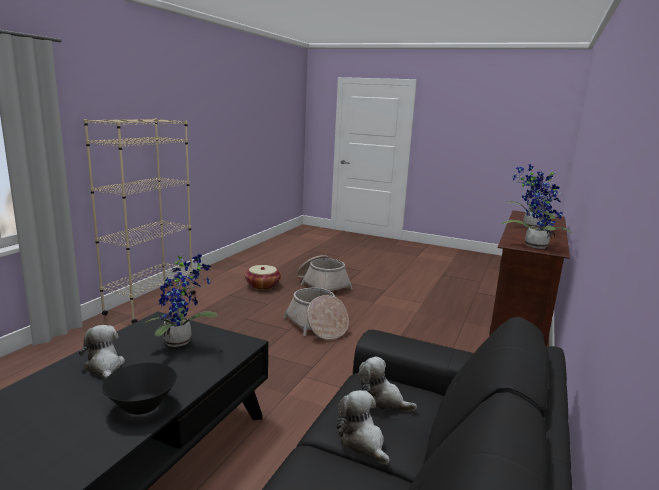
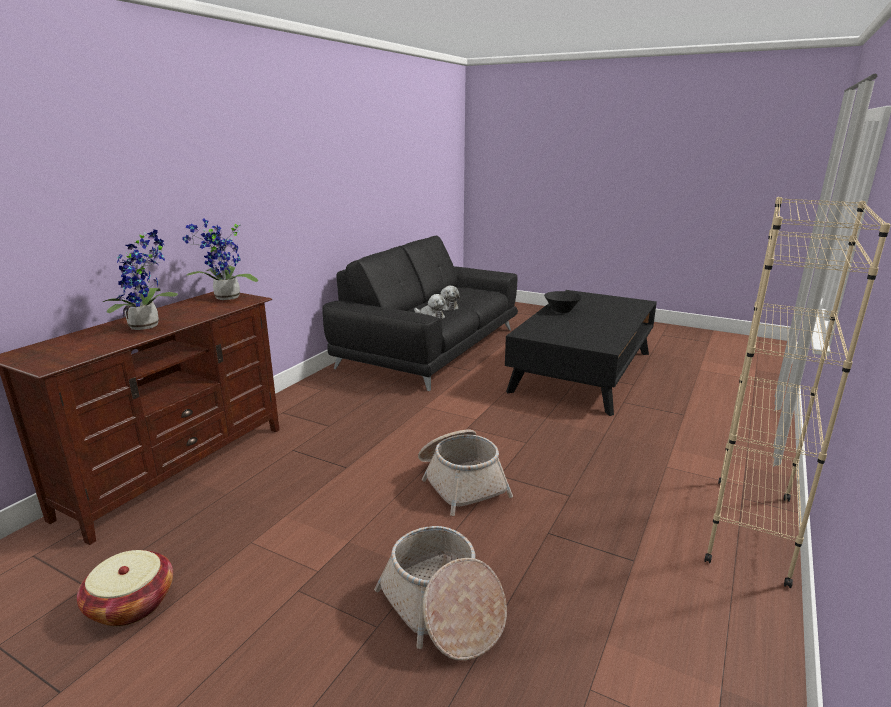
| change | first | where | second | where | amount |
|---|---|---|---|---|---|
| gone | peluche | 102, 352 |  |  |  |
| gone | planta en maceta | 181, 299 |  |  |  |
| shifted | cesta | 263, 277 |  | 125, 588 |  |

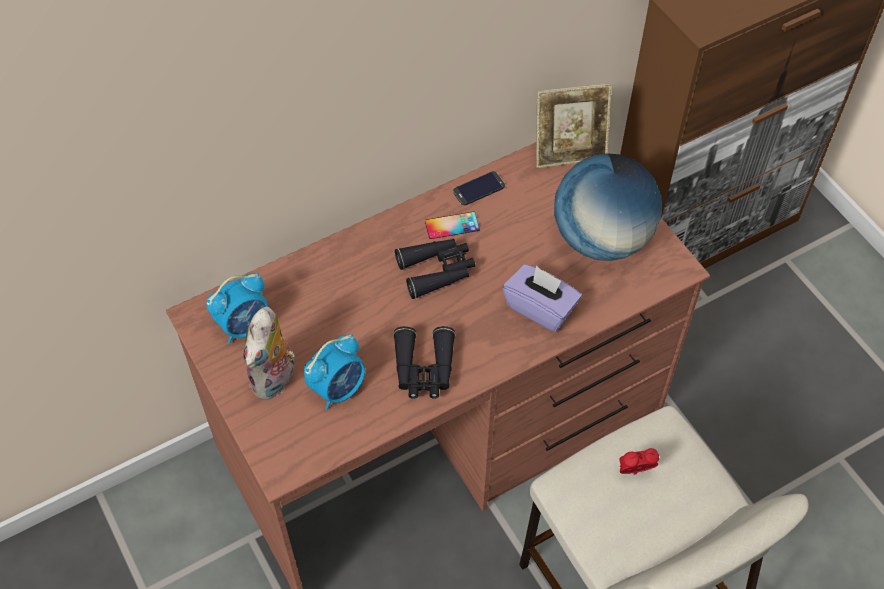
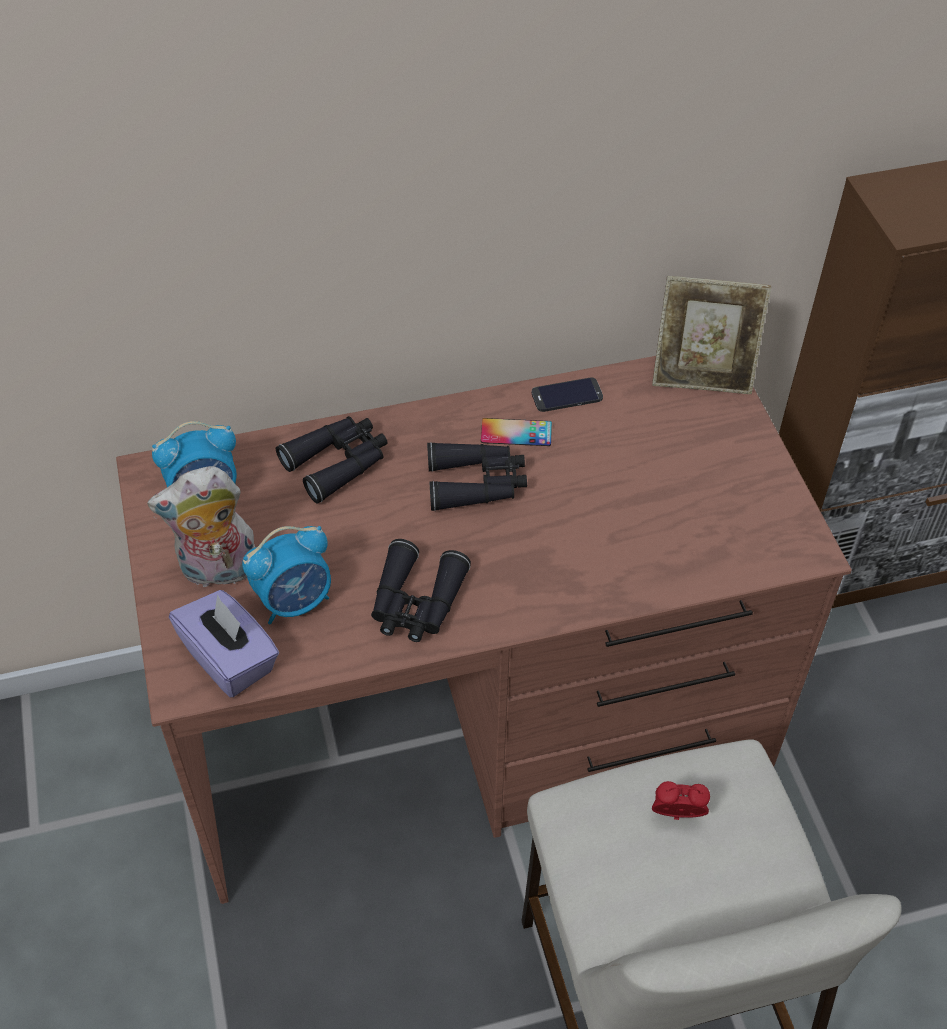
| change | first | where | second | where | amount |
|---|---|---|---|---|---|
| rotated | peluche | 269, 353 |  | 201, 526 | 45 degrees clockwise |
| shifted | caja de pañuelos/morado | 542, 298 |  | 224, 644 |  |
| gone | globo terráqueo | 608, 207 |  |  |  |
| new |  |  | prismáticos/negro | 332, 460 |  |

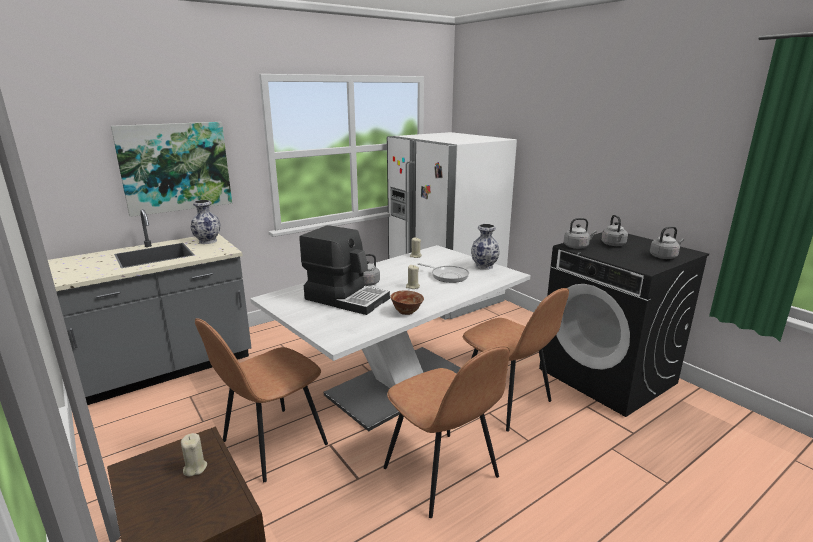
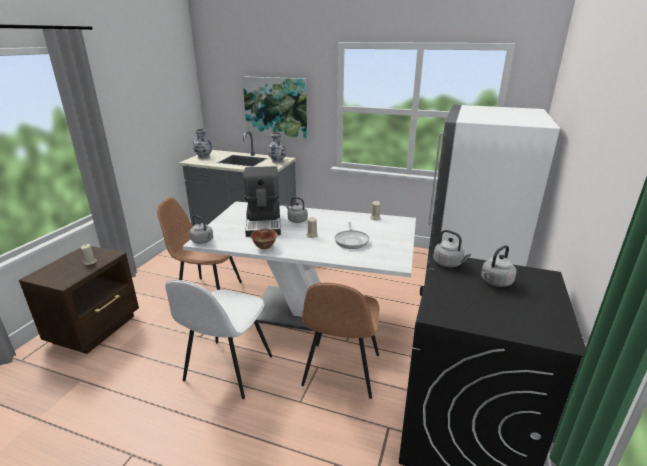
| change | first | where | second | where | amount |
|---|---|---|---|---|---|
| repainted | silla/marrón | 446, 432 | silla/blanco | 218, 339 |  |
| shifted | florero | 485, 247 |  | 202, 144 |  |
| shifted | hervidor/gris | 667, 242 |  | 201, 229 |  |

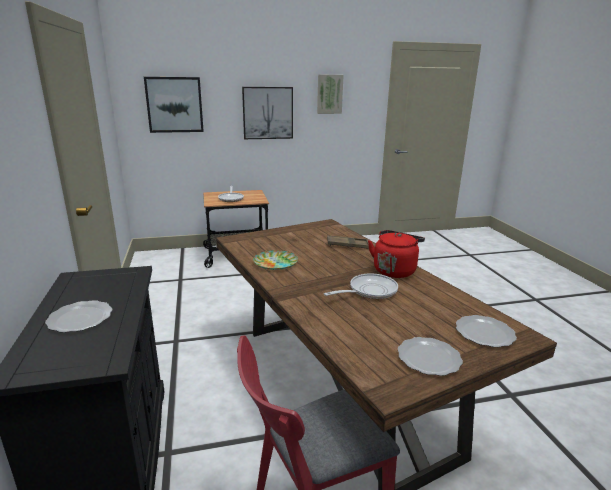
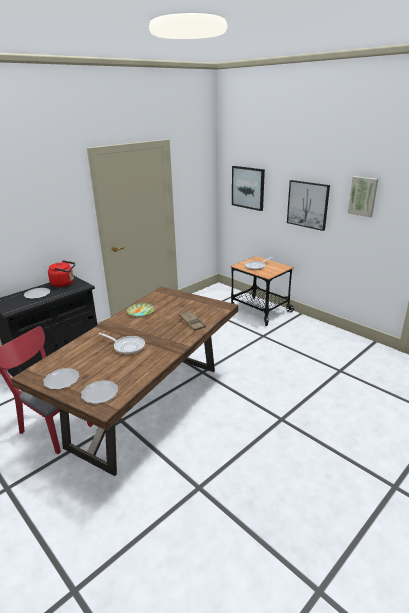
| change | first | where | second | where | amount |
|---|---|---|---|---|---|
| shifted | hervidor/rojo | 396, 254 |  | 61, 273 |  |

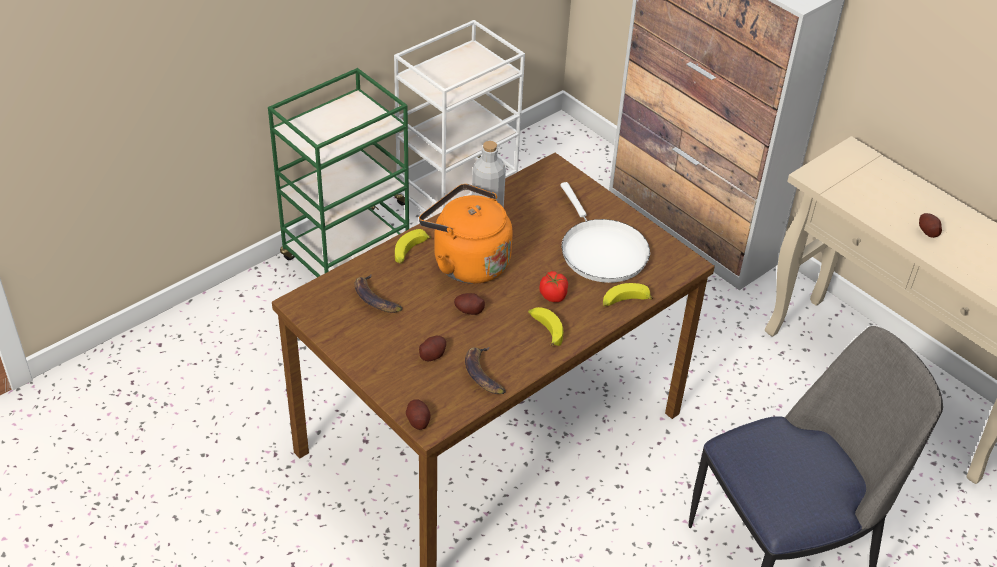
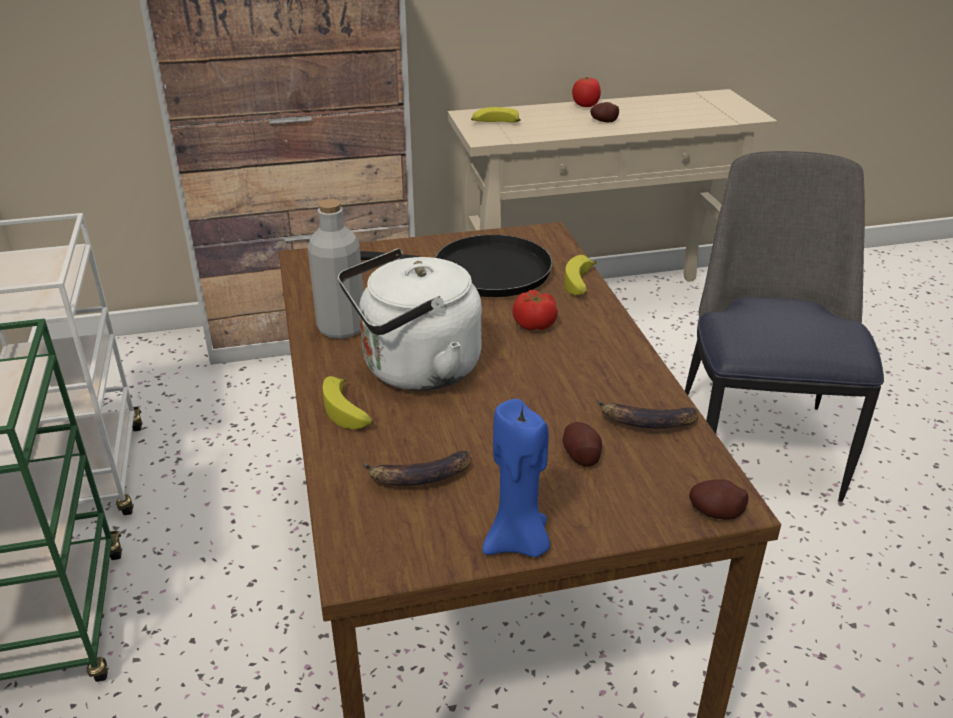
| change | first | where | second | where | amount |
|---|---|---|---|---|---|
| repainted | hervidor/naranja | 466, 234 | hervidor/blanco | 410, 319 |  |
| gone | patata | 469, 304 |  |  |  |
| shifted | plátano | 545, 326 |  | 496, 115 |  |
| repainted | sartén/blanco | 605, 232 | sartén/negro | 456, 266 |  |
| new |  |  | vela/azul | 516, 478 |  |
| new |  |  | tomate | 586, 91 |  |

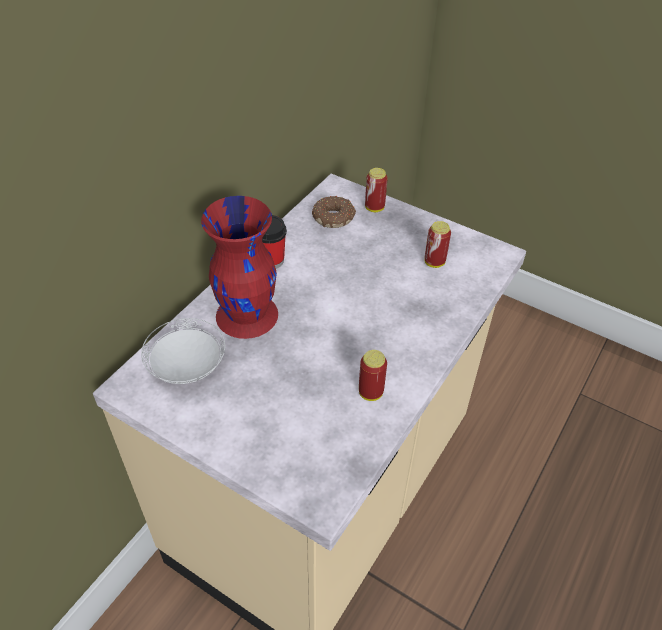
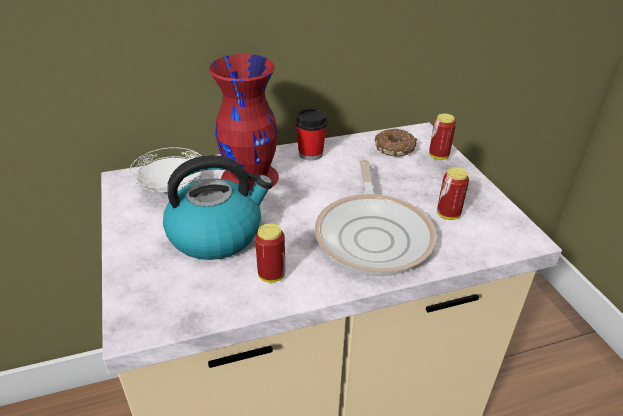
| change | first | where | second | where | amount |
|---|---|---|---|---|---|
| new |  |  | hervidor | 218, 207 |  |
| new |  |  | sartén | 376, 218 |  |

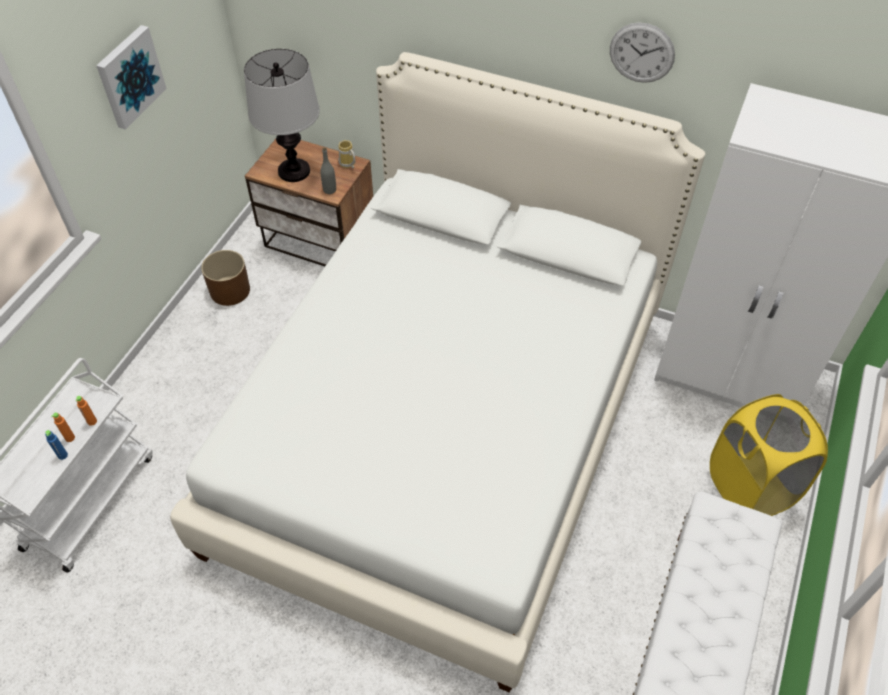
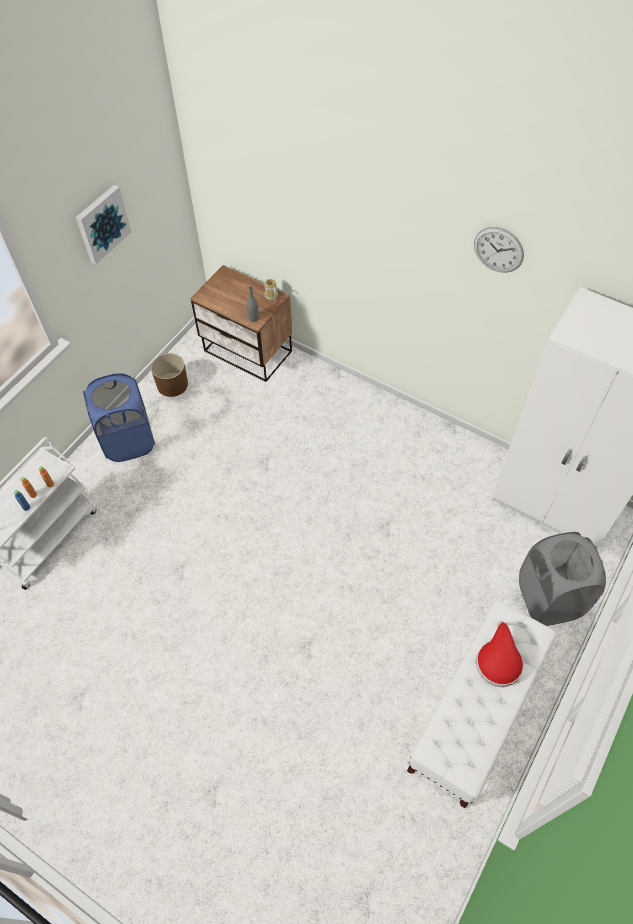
| change | first | where | second | where | amount |
|---|---|---|---|---|---|
| gone | cama/blanco | 437, 372 |  |  |  |
| gone | lámpara de mesa | 282, 115 |  |  |  |
| repainted | cesto de la ropa/amarillo | 769, 455 | cesto de la ropa/gris | 562, 579 |  |
| new |  |  | cesto de la ropa/azul | 119, 417 |  |
| new |  |  | sombrero/rojo | 500, 654 |  |

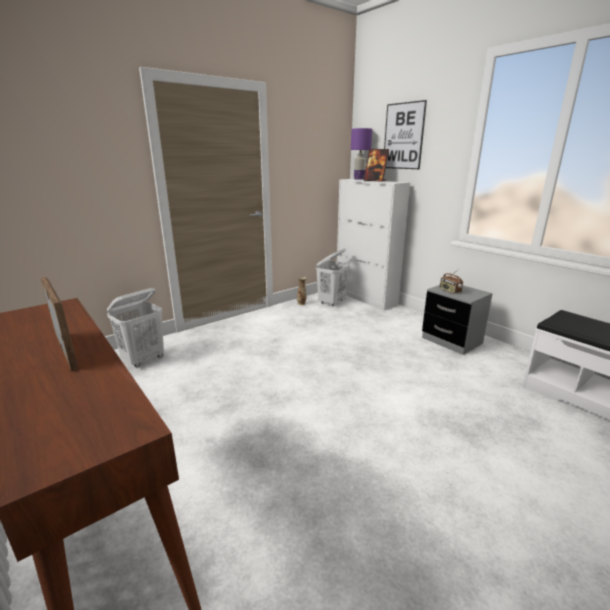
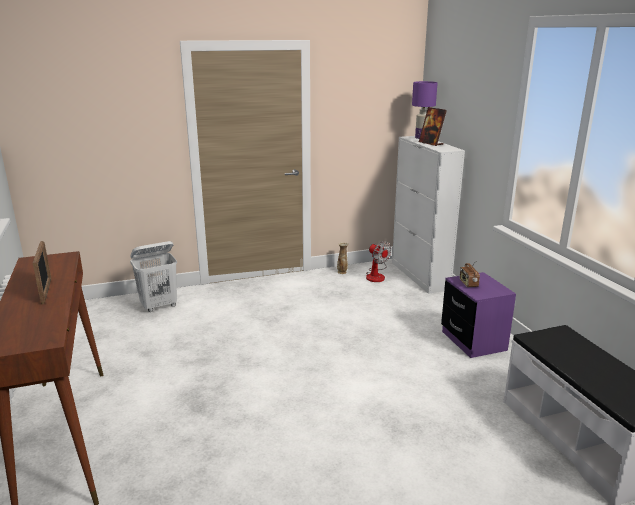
| change | first | where | second | where | amount |
|---|---|---|---|---|---|
| swapped | cesto de la ropa/blanco | 333, 277 | ventilador | 378, 261 |  |
| gone | cuadro | 405, 134 |  |  |  |
| repainted | mesita de noche/gris | 457, 320 | mesita de noche/morado | 478, 315 |  |

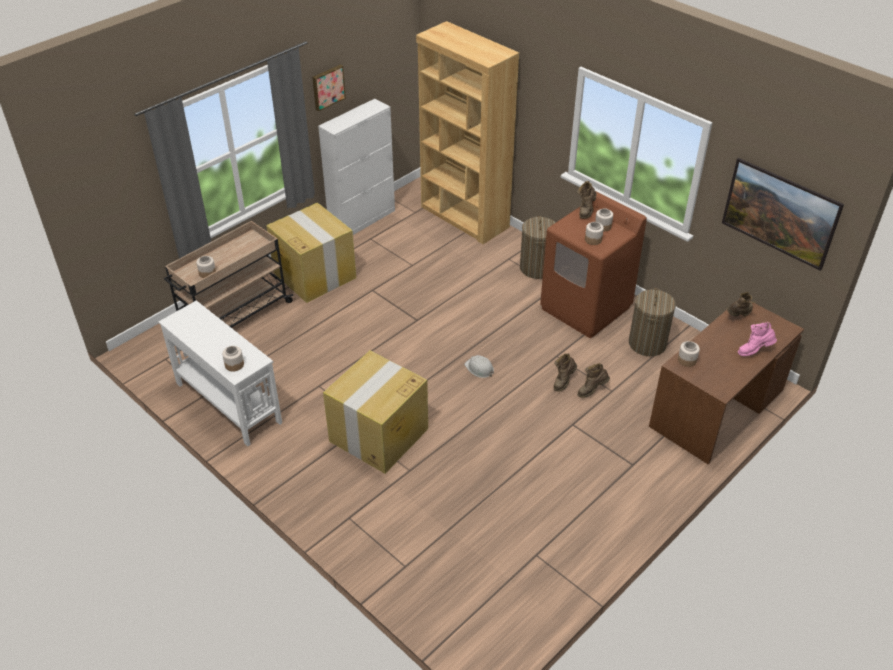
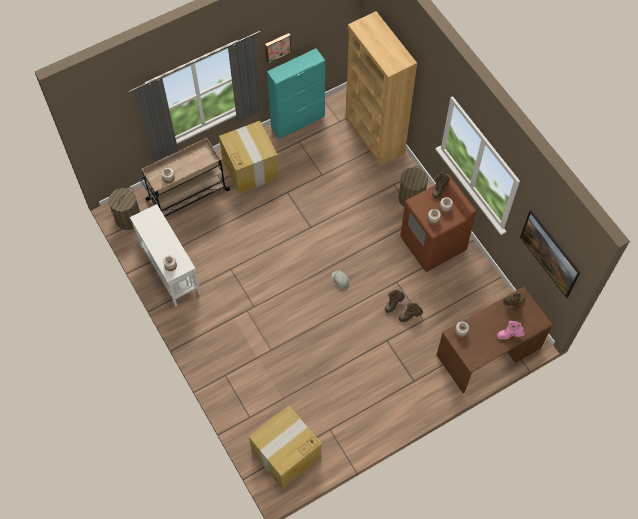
| change | first | where | second | where | amount |
|---|---|---|---|---|---|
| repainted | armario/blanco | 356, 167 | armario/turquesa | 296, 93 |  |
| shifted | caja de cartón | 375, 412 |  | 285, 447 |  |
| shifted | cesto de la ropa | 652, 322 |  | 124, 208 |  |

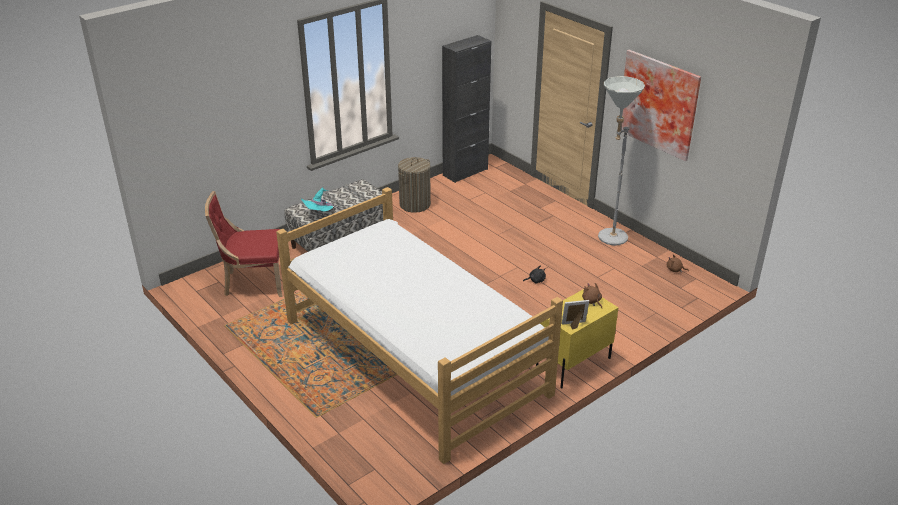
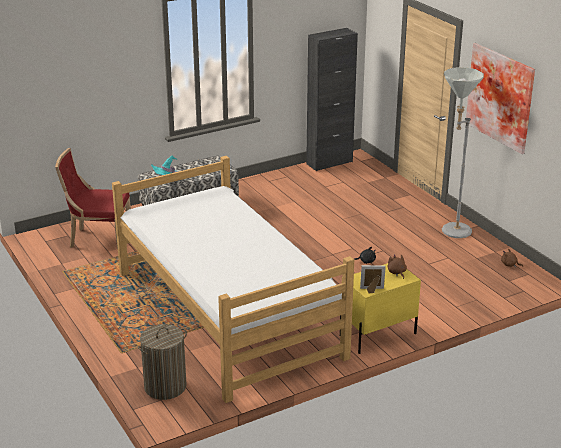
| change | first | where | second | where | amount |
|---|---|---|---|---|---|
| shifted | cesto de la ropa | 414, 185 |  | 162, 362 |  |

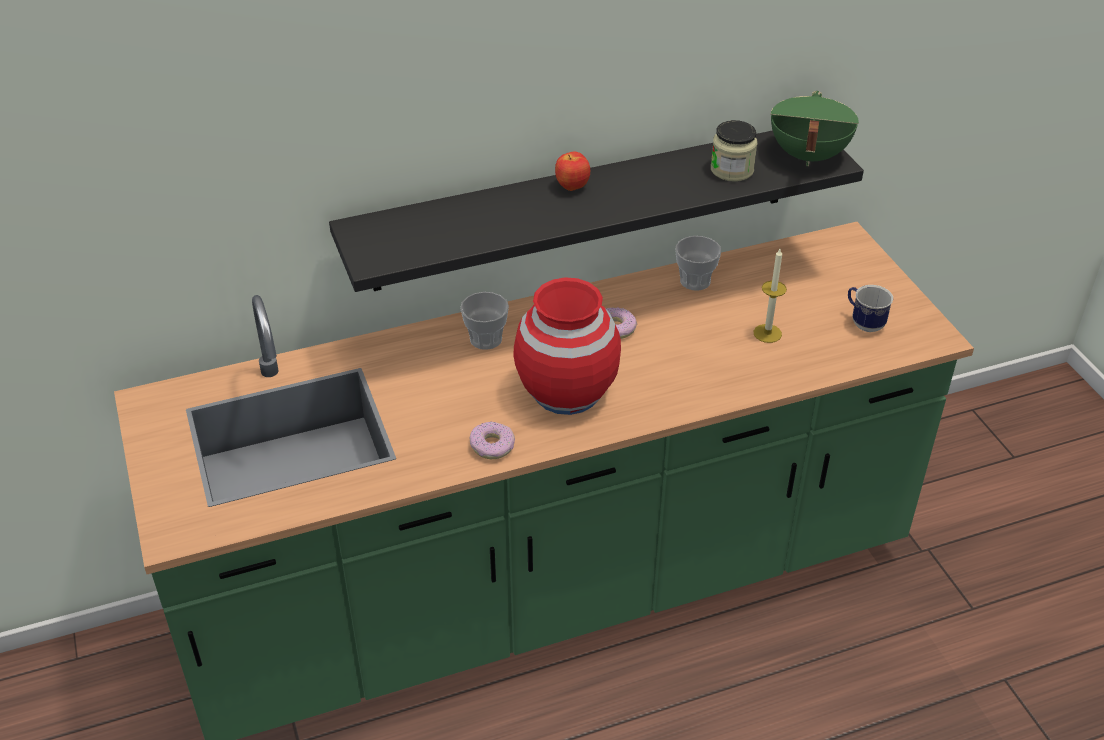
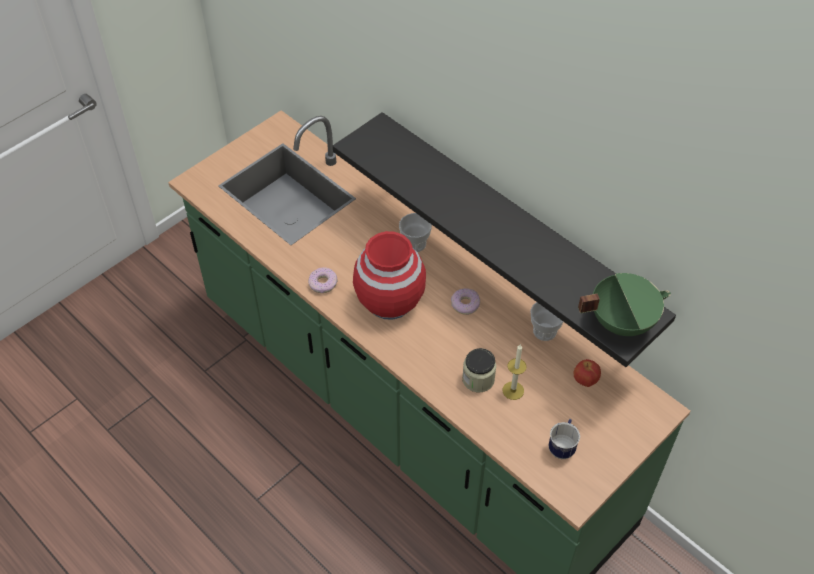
| change | first | where | second | where | amount |
|---|---|---|---|---|---|
| shifted | manzana | 572, 171 |  | 587, 373 |  |
| shifted | tarro | 734, 151 |  | 479, 370 |  |

